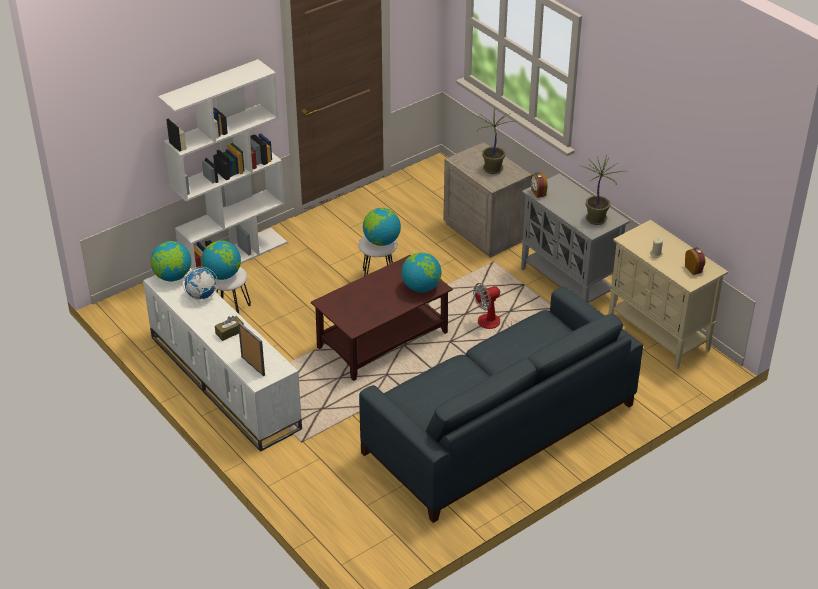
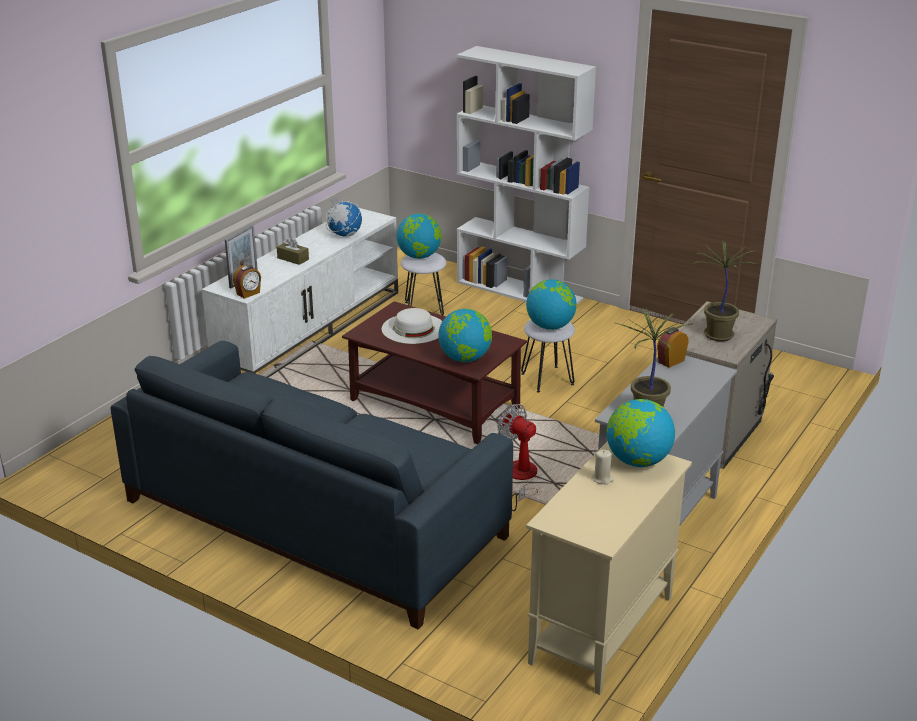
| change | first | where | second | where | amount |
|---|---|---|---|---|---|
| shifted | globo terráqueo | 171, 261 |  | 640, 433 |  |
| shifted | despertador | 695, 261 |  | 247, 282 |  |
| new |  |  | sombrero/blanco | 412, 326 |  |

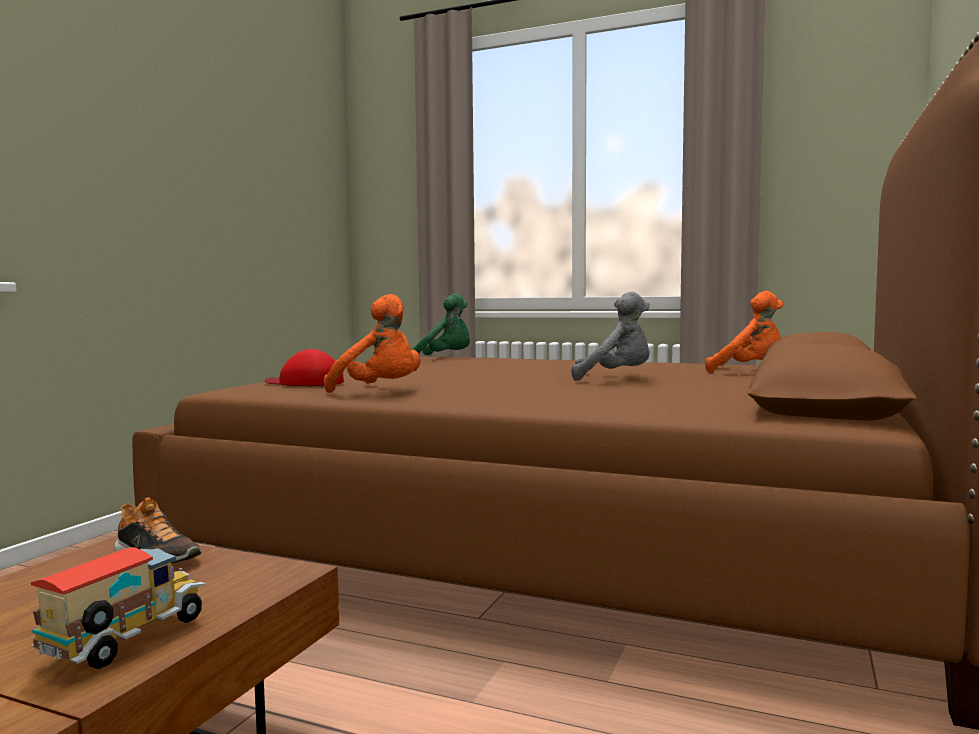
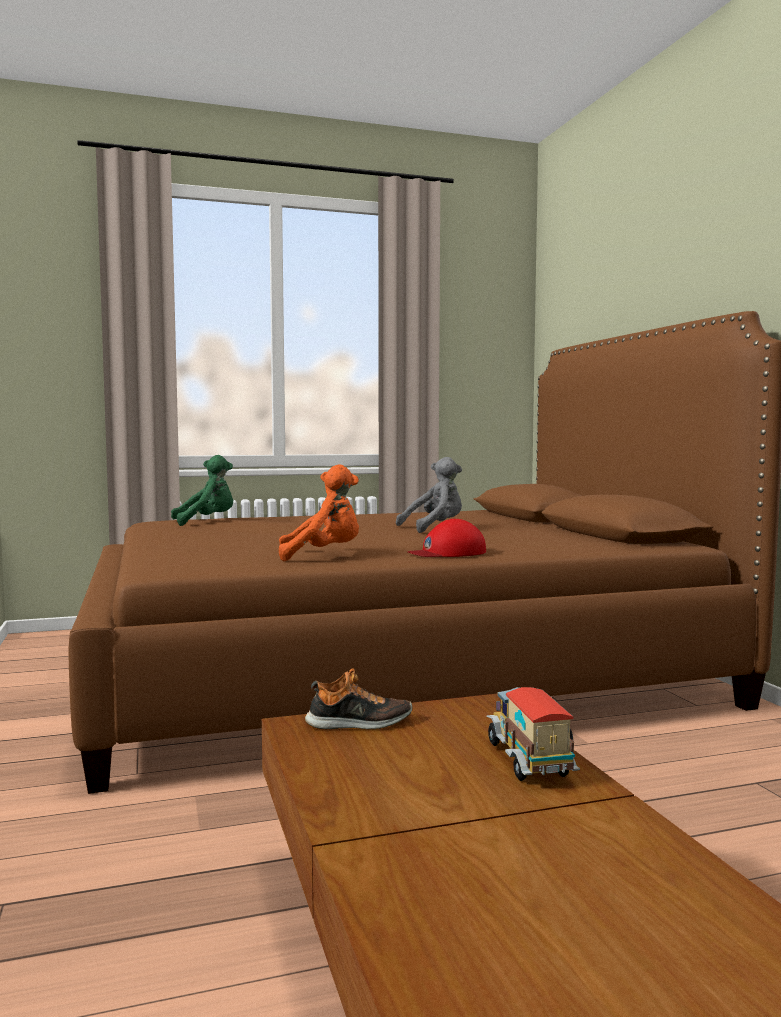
| change | first | where | second | where | amount |
|---|---|---|---|---|---|
| shifted | gorra/rojo | 304, 367 |  | 447, 538 |  |
| gone | peluche/naranja | 744, 332 |  |  |  |

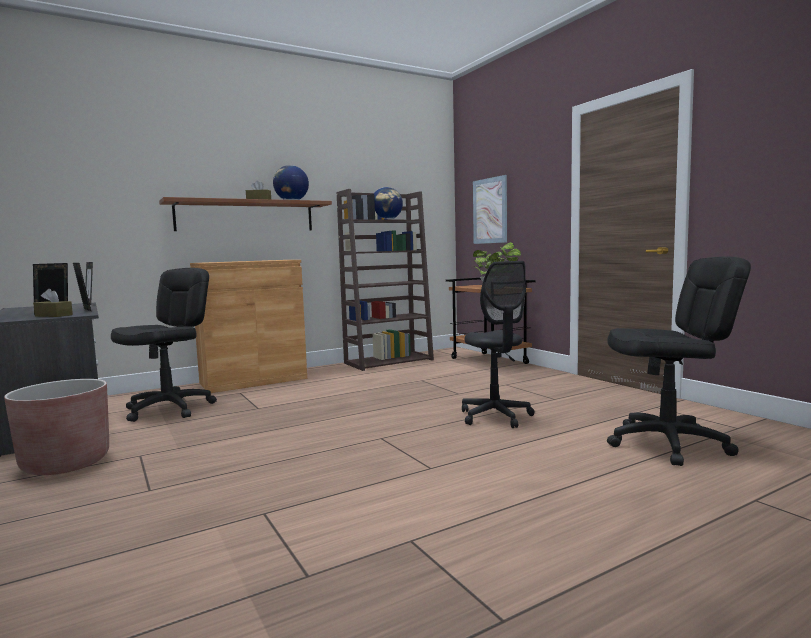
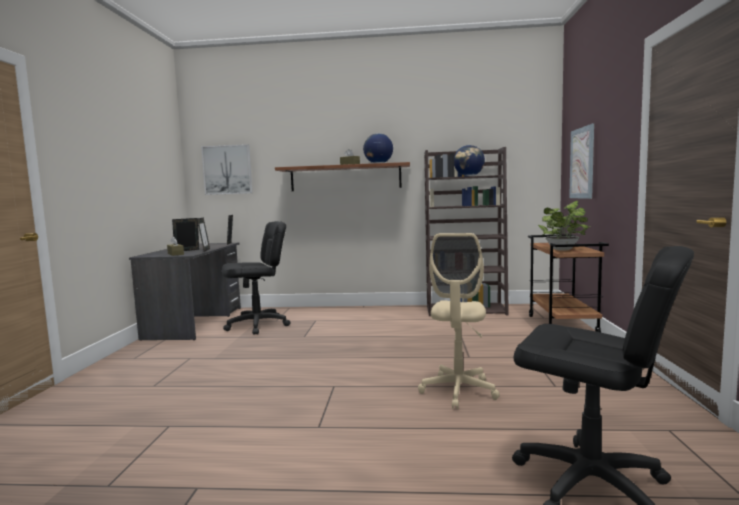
| change | first | where | second | where | amount |
|---|---|---|---|---|---|
| gone | maceta/marrón | 56, 427 |  |  |  |
| gone | armario/marrón | 248, 326 |  |  |  |
| repainted | silla de oficina/negro | 498, 344 | silla de oficina/beis | 459, 321 |  |
| new |  |  | cuadro | 226, 169 |  |

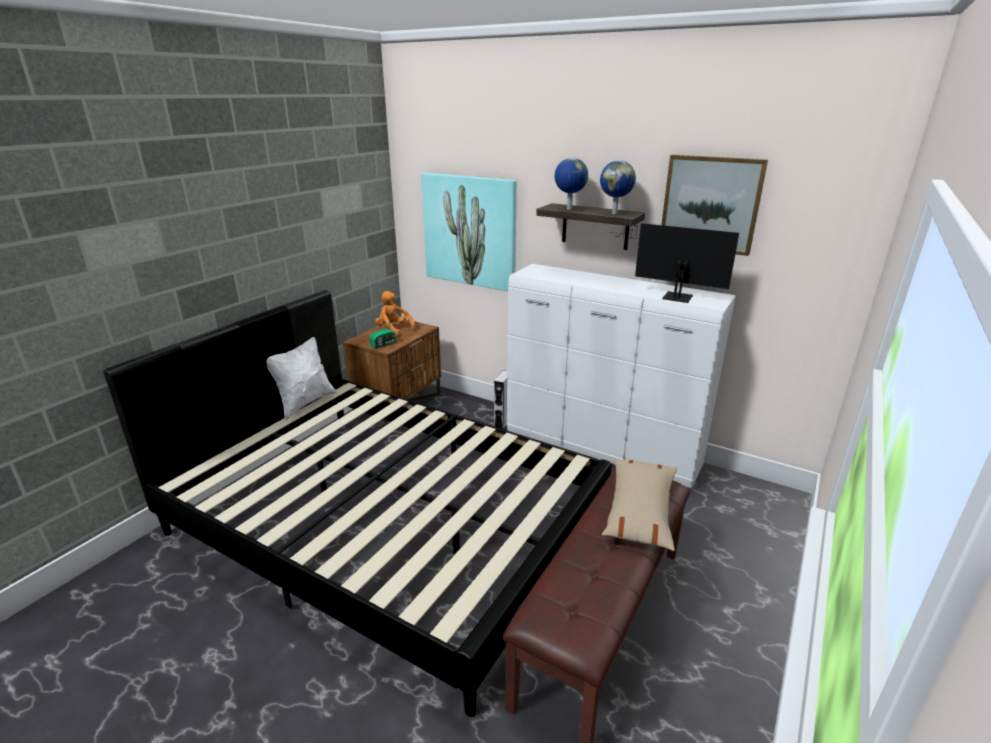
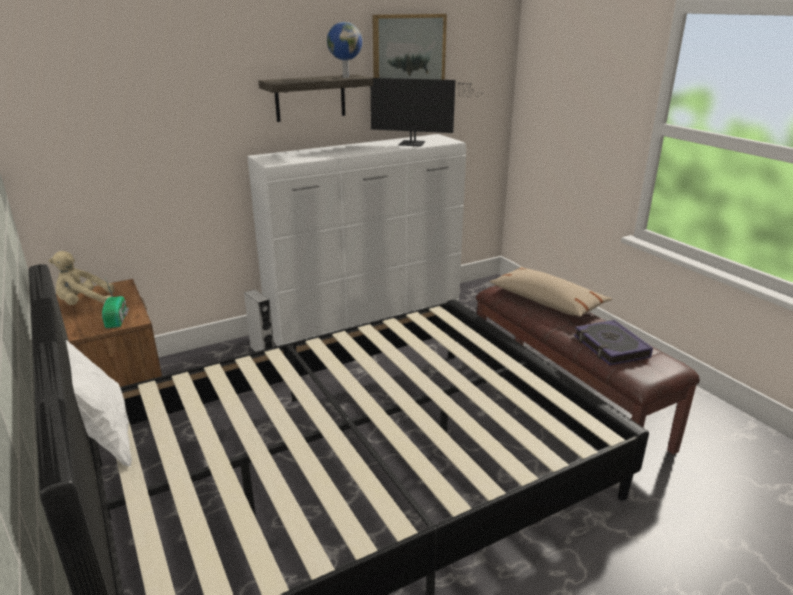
| change | first | where | second | where | amount |
|---|---|---|---|---|---|
| repainted | peluche/naranja | 395, 313 | peluche/beis | 81, 278 |  |
| gone | cuadro | 469, 232 |  |  |  |
| gone | globo terráqueo | 571, 184 |  |  |  |
| rotated | monitor | 675, 263 |  | 426, 112 | 135 degrees counterclockwise |
| new |  |  | libro | 613, 343 |  |

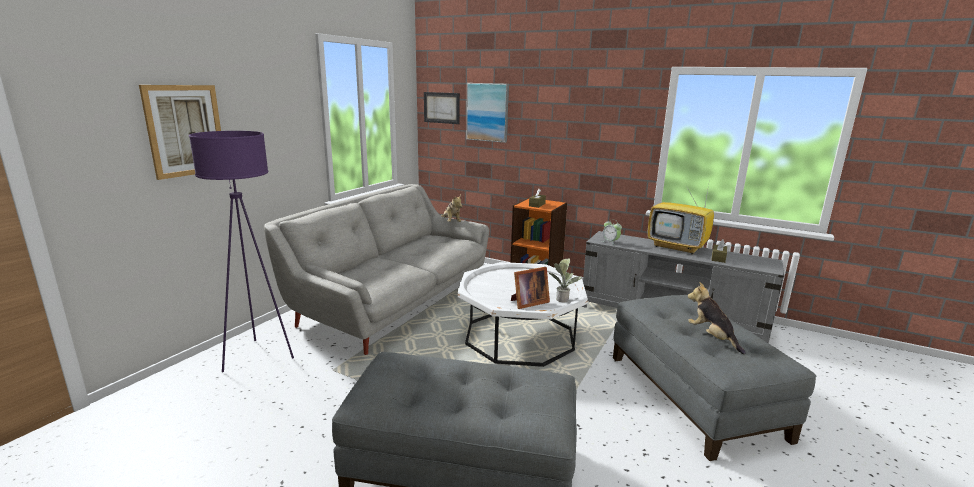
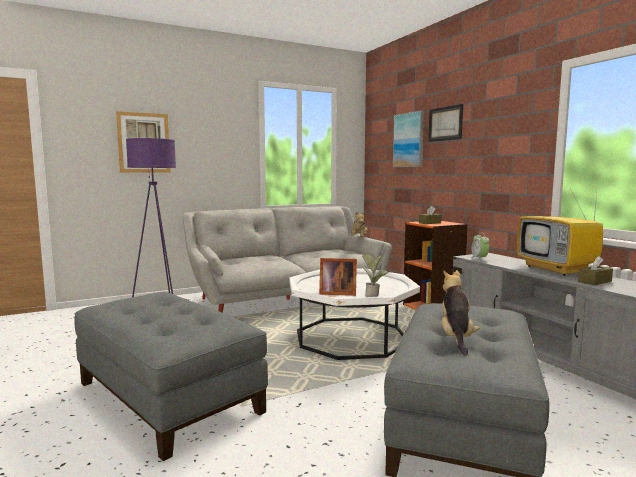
| change | first | where | second | where | amount |
|---|---|---|---|---|---|
| shifted | cuadro | 442, 108 |  | 445, 123 |  |

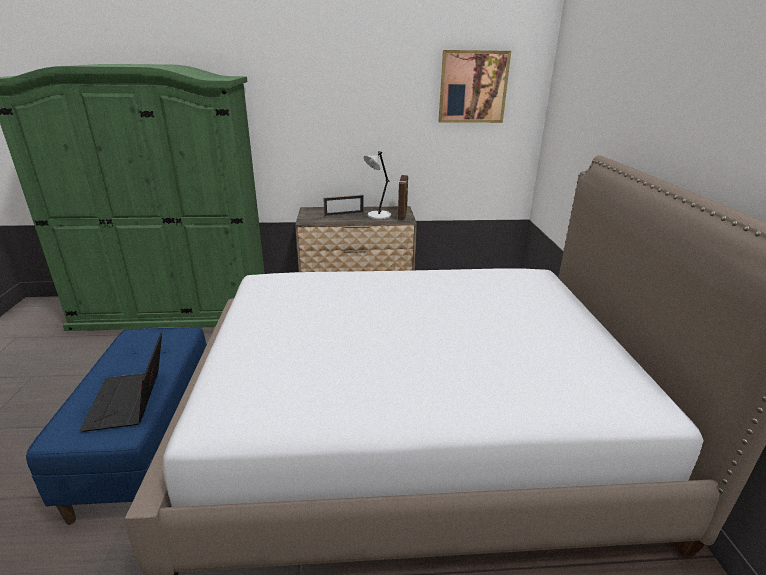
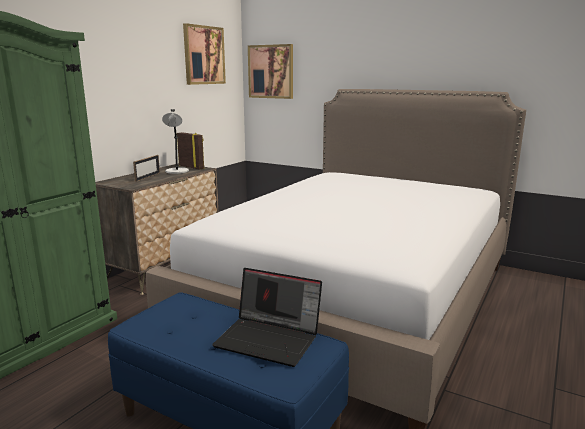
| change | first | where | second | where | amount |
|---|---|---|---|---|---|
| new |  |  | cuadro | 270, 71 |  |

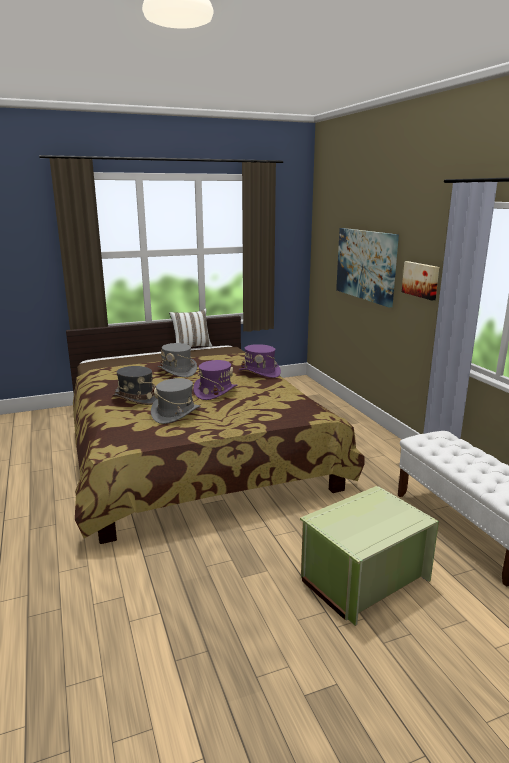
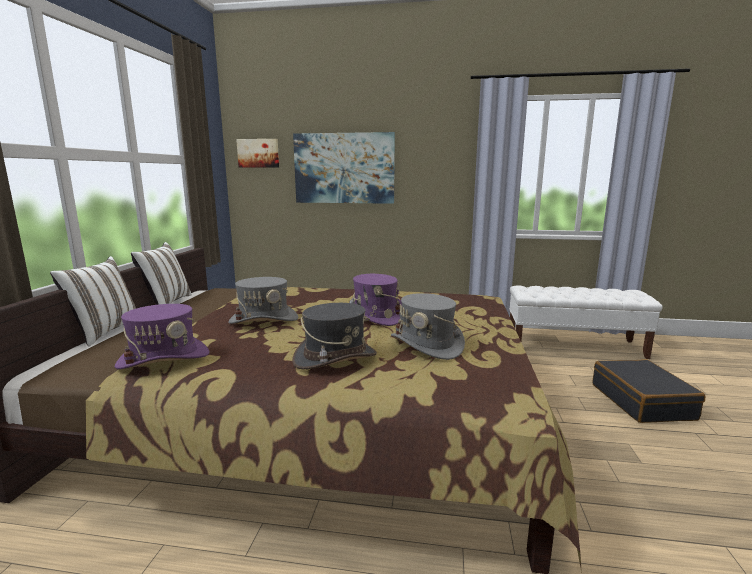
| change | first | where | second | where | amount |
|---|---|---|---|---|---|
| shifted | sombrero/morado | 260, 361 |  | 162, 336 |  |
| swapped | caja de almacenaje/verde | 369, 556 | maleta/negro | 648, 391 |  |
| shifted | cuadro | 420, 280 |  | 257, 153 |  |
| new |  |  | cojín/blanco | 93, 301 |  |

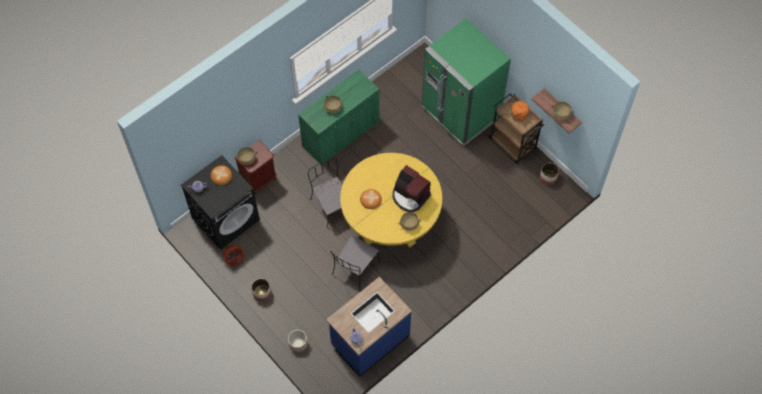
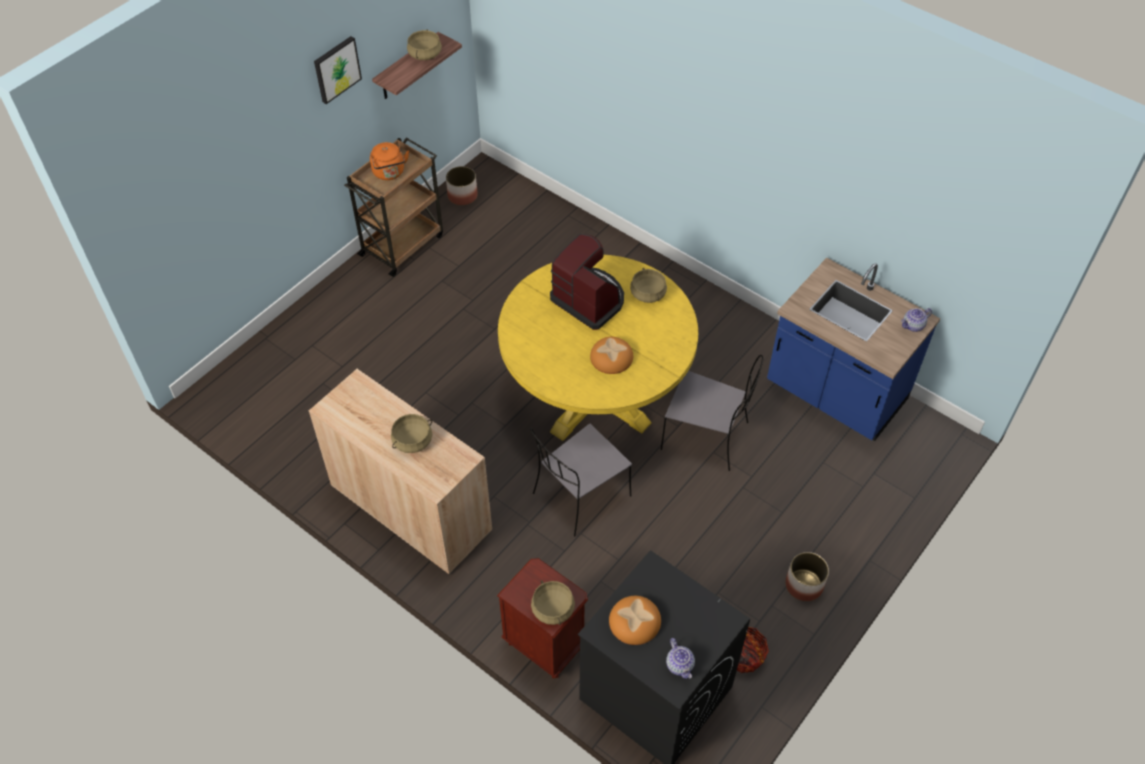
| change | first | where | second | where | amount |
|---|---|---|---|---|---|
| gone | maceta | 298, 341 |  |  |  |
| repainted | armario/verde | 338, 117 | armario/beis | 400, 471 |  |
| rotated | cafetera | 411, 188 |  | 587, 282 | 75 degrees counterclockwise |
| gone | nevera/verde | 466, 82 |  |  |  |
| new |  |  | cuadro | 338, 70 |  |

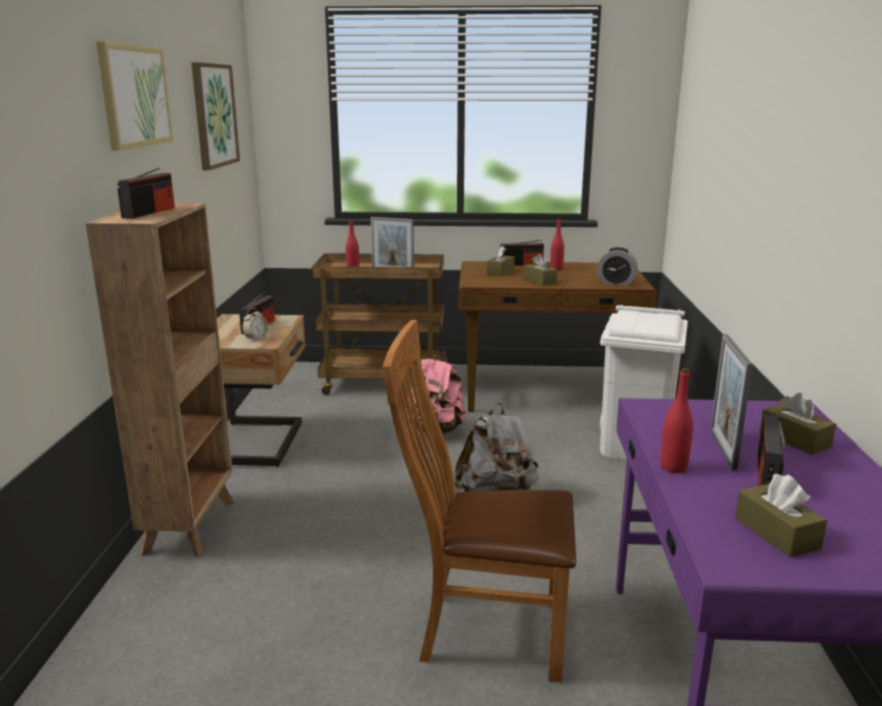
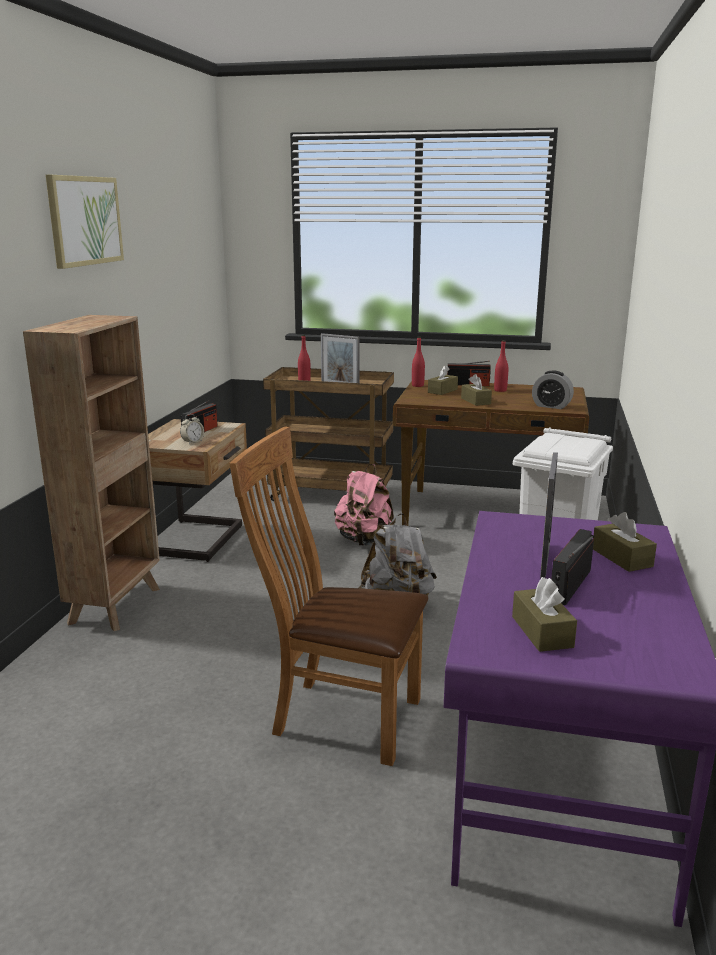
| change | first | where | second | where | amount |
|---|---|---|---|---|---|
| gone | radio | 146, 193 |  |  |  |
| gone | cuadro | 215, 116 |  |  |  |
| shifted | botella/rojo | 676, 420 |  | 418, 362 |  |

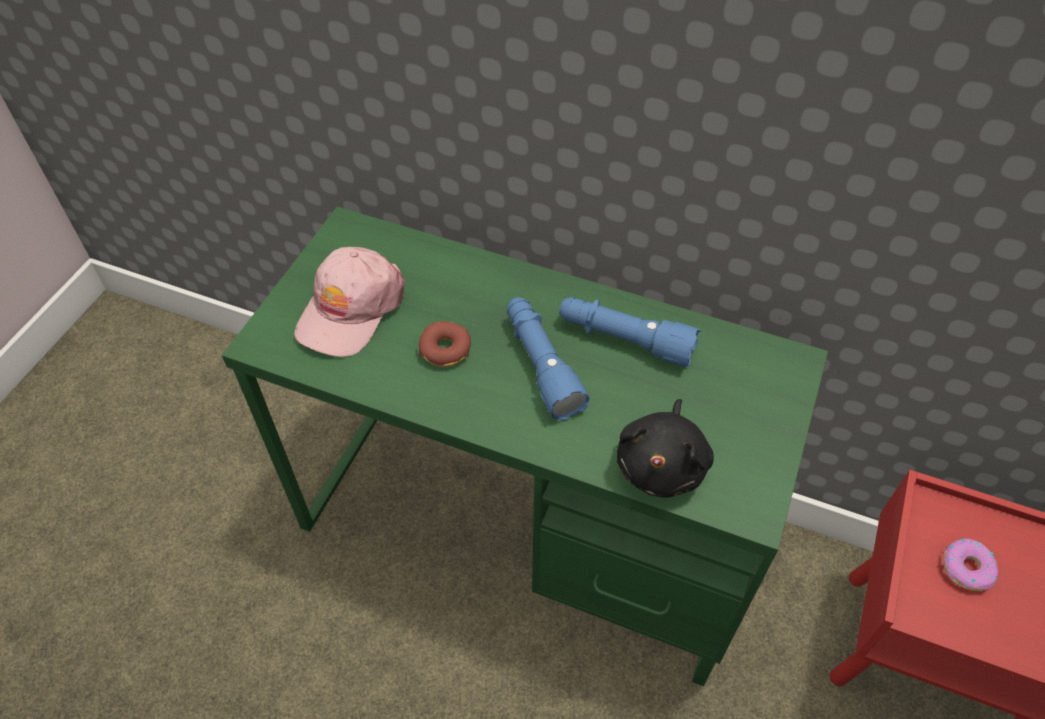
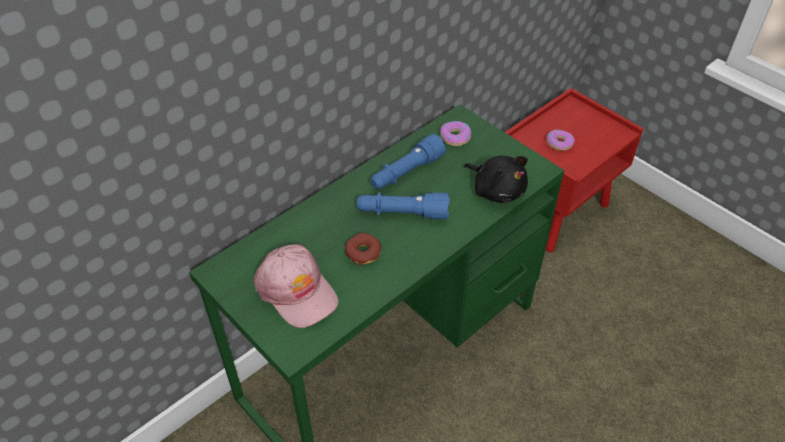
| change | first | where | second | where | amount |
|---|---|---|---|---|---|
| new |  |  | rosquilla | 455, 133 |  |

